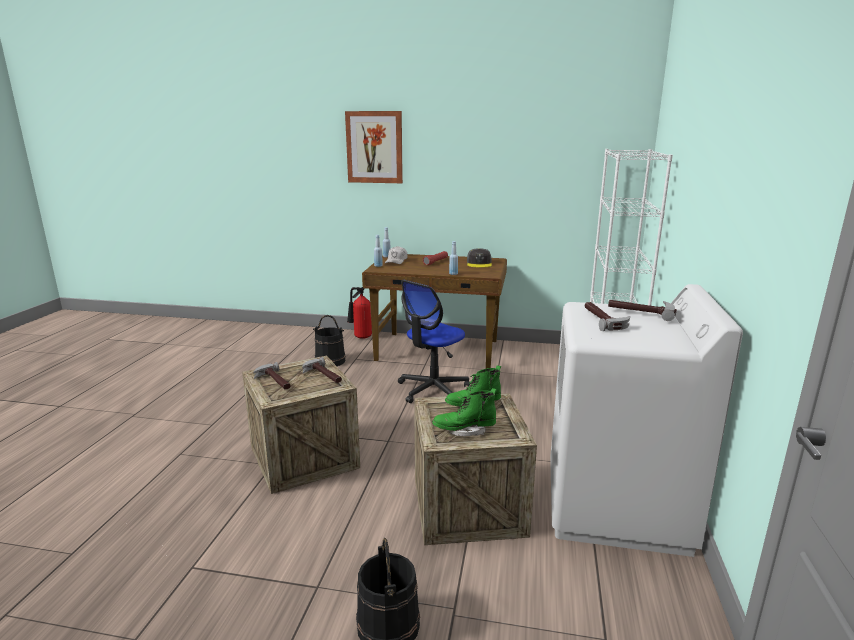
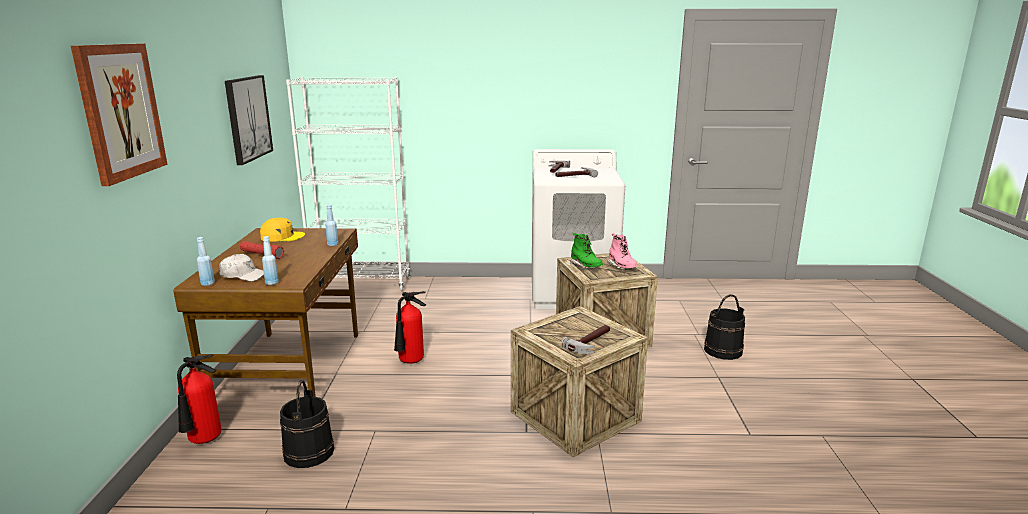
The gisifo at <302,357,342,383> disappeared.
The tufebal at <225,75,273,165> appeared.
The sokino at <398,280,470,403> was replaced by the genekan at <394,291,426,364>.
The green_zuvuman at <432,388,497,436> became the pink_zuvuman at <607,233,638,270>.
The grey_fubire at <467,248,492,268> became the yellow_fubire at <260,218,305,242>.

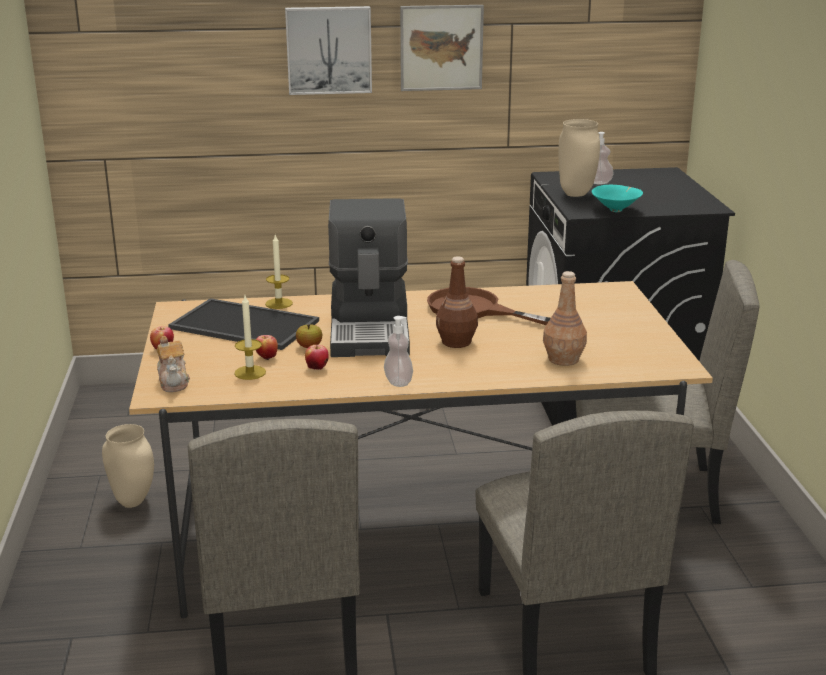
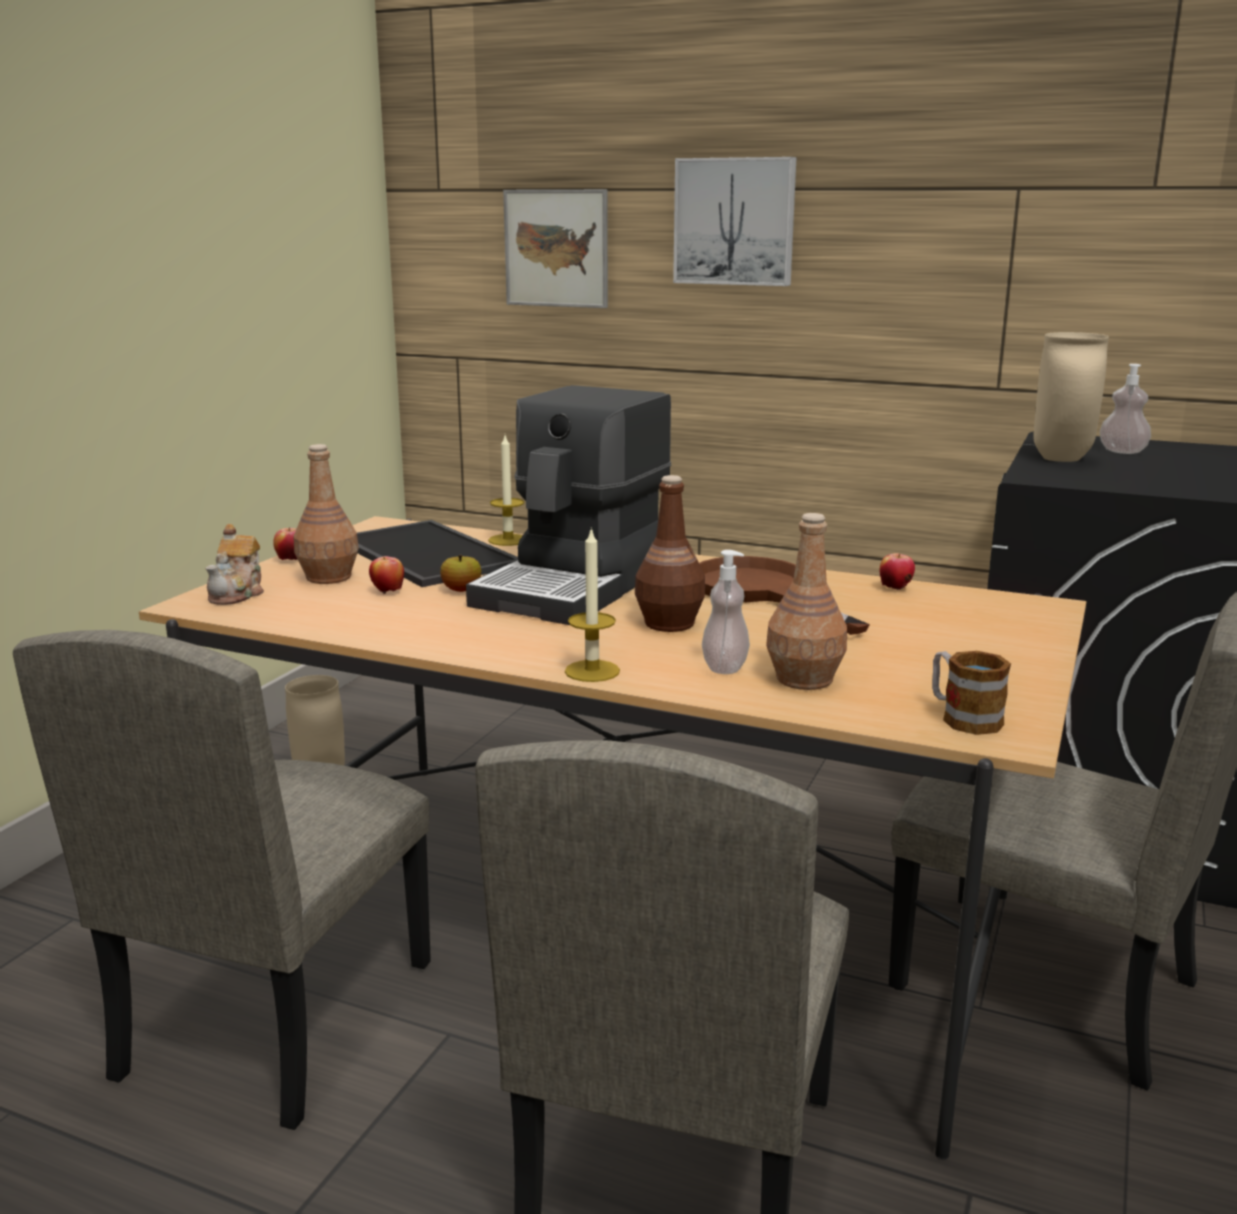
The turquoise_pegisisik at <591,185,643,212> disappeared.
The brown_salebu at <293,444,359,584> appeared.
The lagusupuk at <932,651,1011,735> appeared.
The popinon moved from <234,296,266,380> to <565,528,620,682>.
The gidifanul moved from <305,345,329,370> to <880,553,915,590>.
The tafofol moved from <384,316,413,387> to <702,550,750,674>.
The tufebal moved from <400,5,484,91> to <503,189,608,308>.

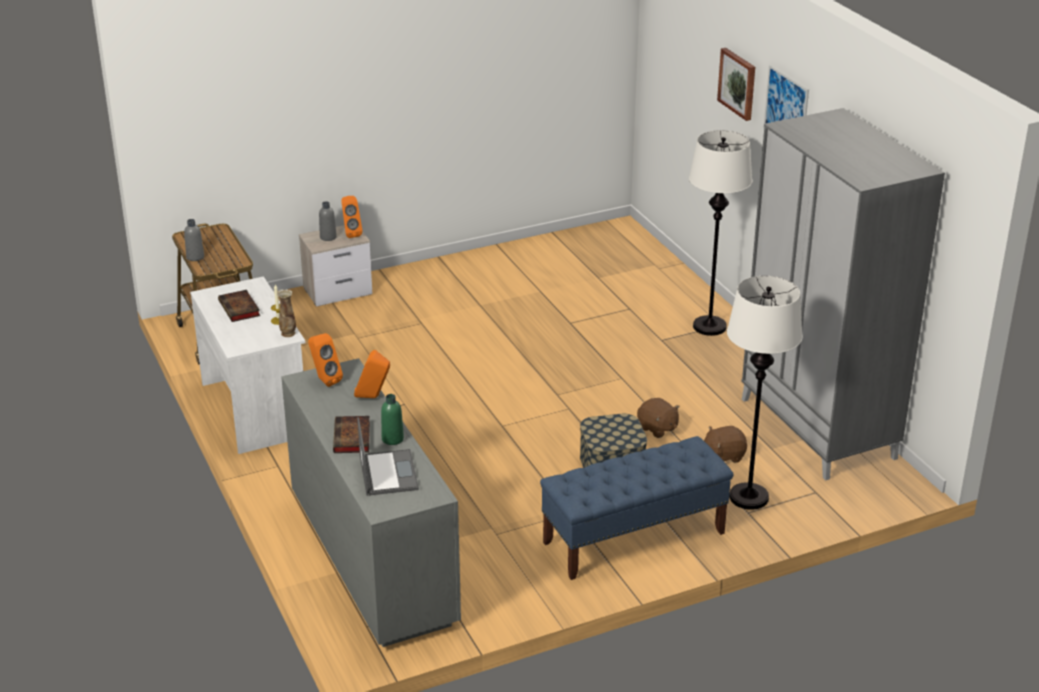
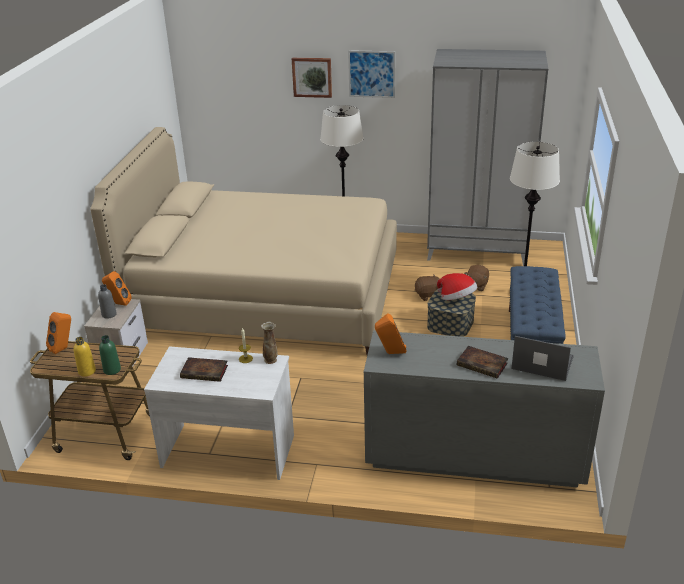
The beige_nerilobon at <90,127,397,355> appeared.
The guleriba at <437,273,477,300> appeared.
The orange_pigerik moved from <354,350,390,398> to <46,312,71,354>.
The green_salebu moved from <381,394,404,445> to <99,335,121,375>.
The grey_salebu at <184,219,204,261> became the yellow_salebu at <74,337,96,377>.

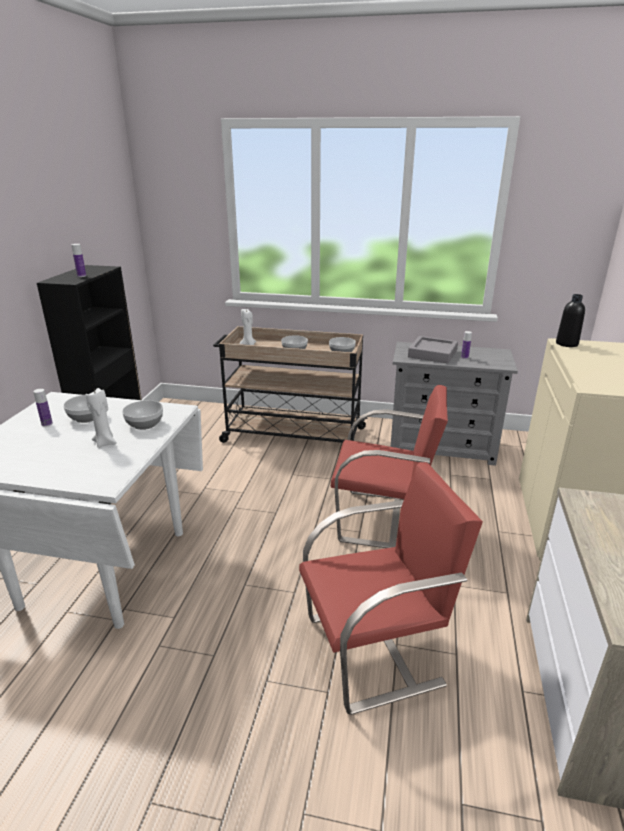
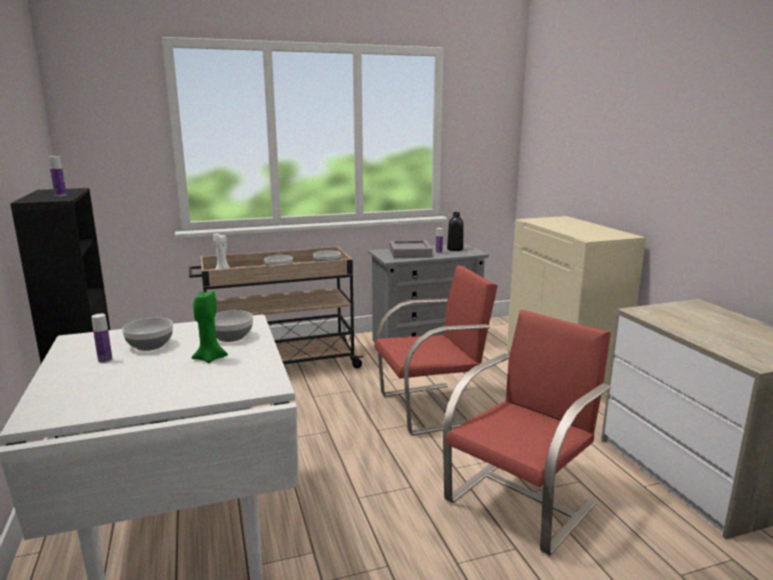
The black_salebu moved from <556,294,585,347> to <447,212,463,251>.
The white_popinon at <86,388,117,448> became the green_popinon at <192,290,228,363>.

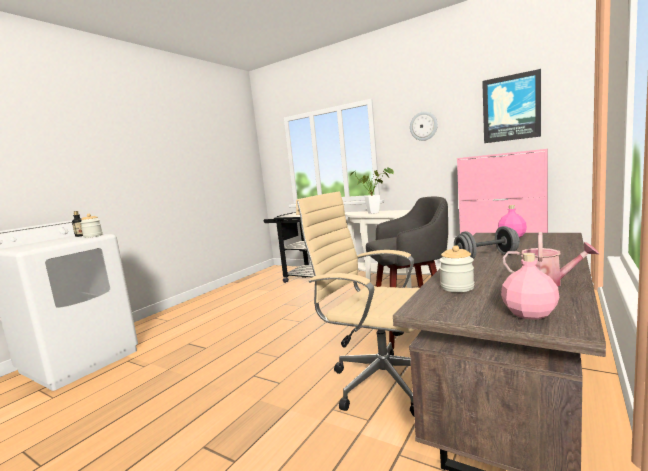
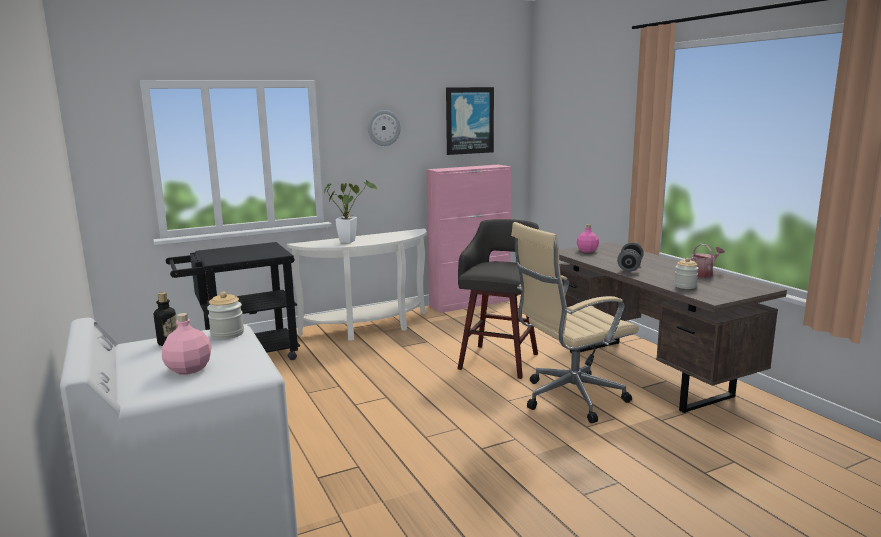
The pink_salebu moved from <501,253,559,320> to <162,313,212,375>.

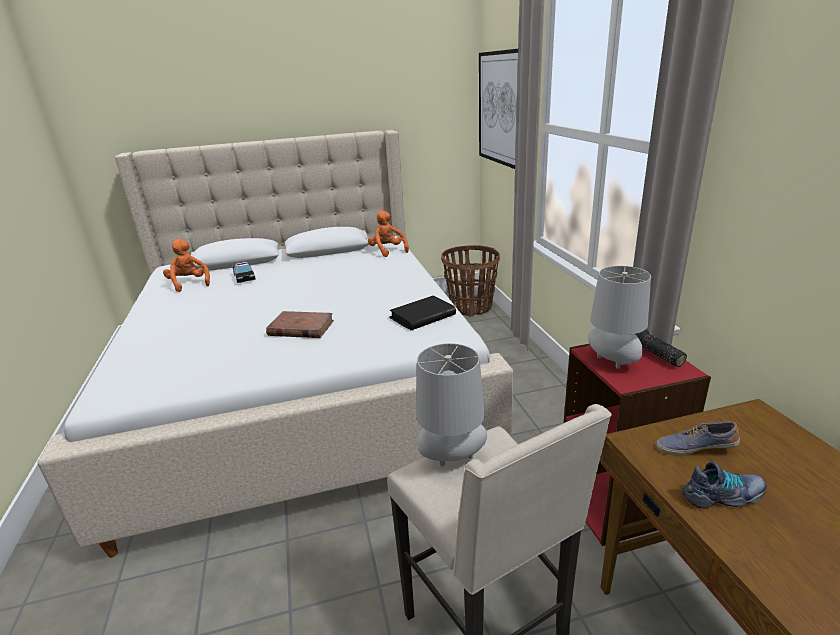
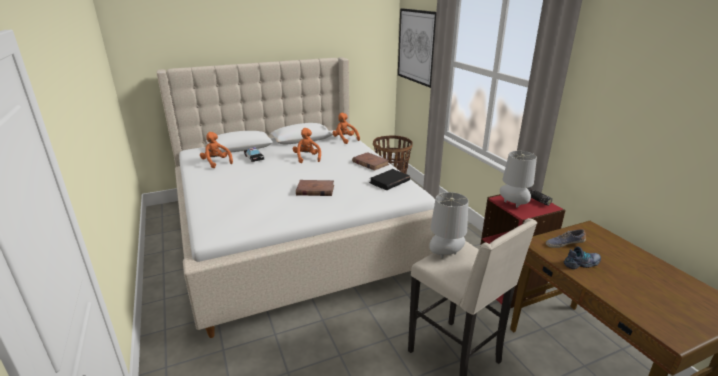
The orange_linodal at <293,128,321,163> appeared.
The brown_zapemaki at <352,152,389,171> appeared.

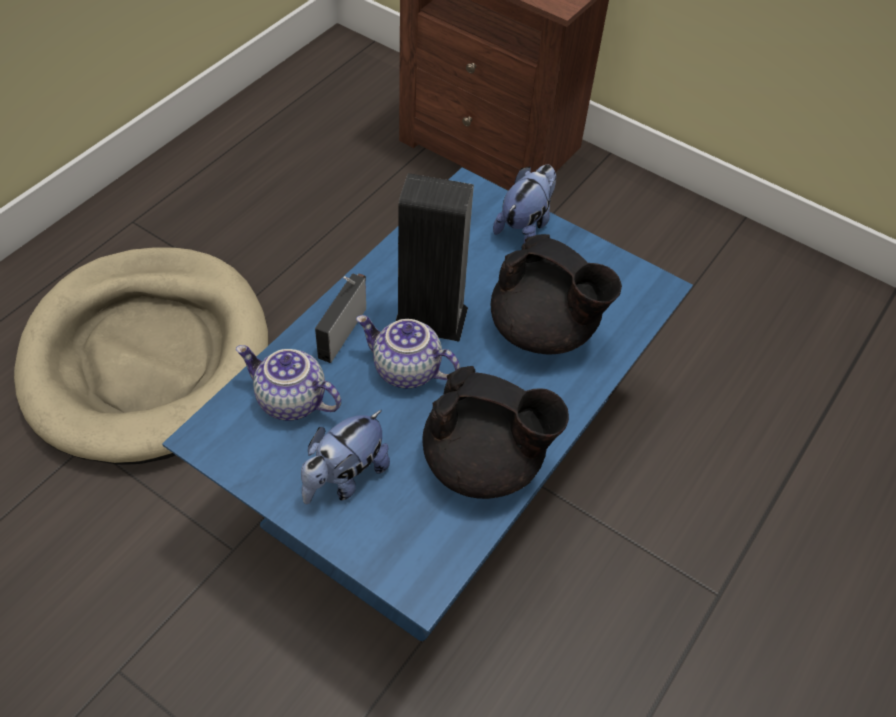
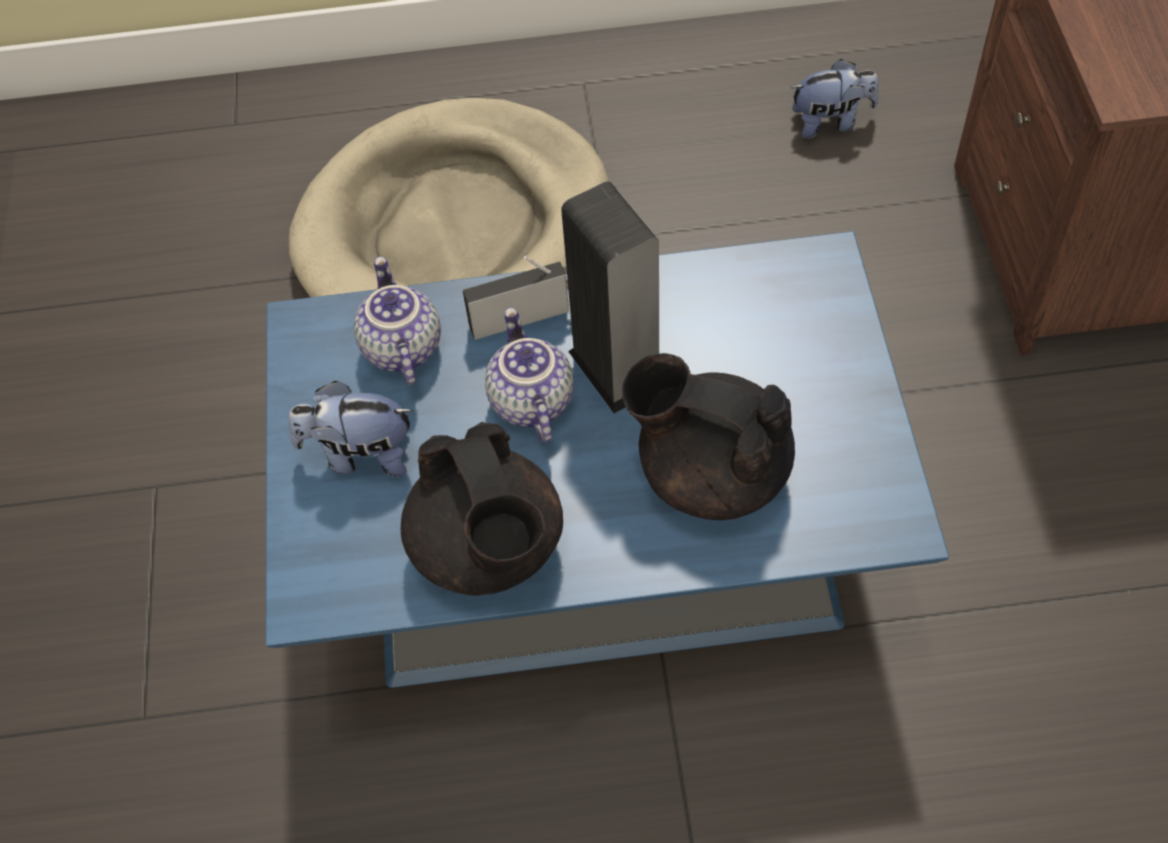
The linodal moved from <493,164,556,244> to <791,59,879,139>.
The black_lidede at <491,234,622,355> turned 120 degrees clockwise.

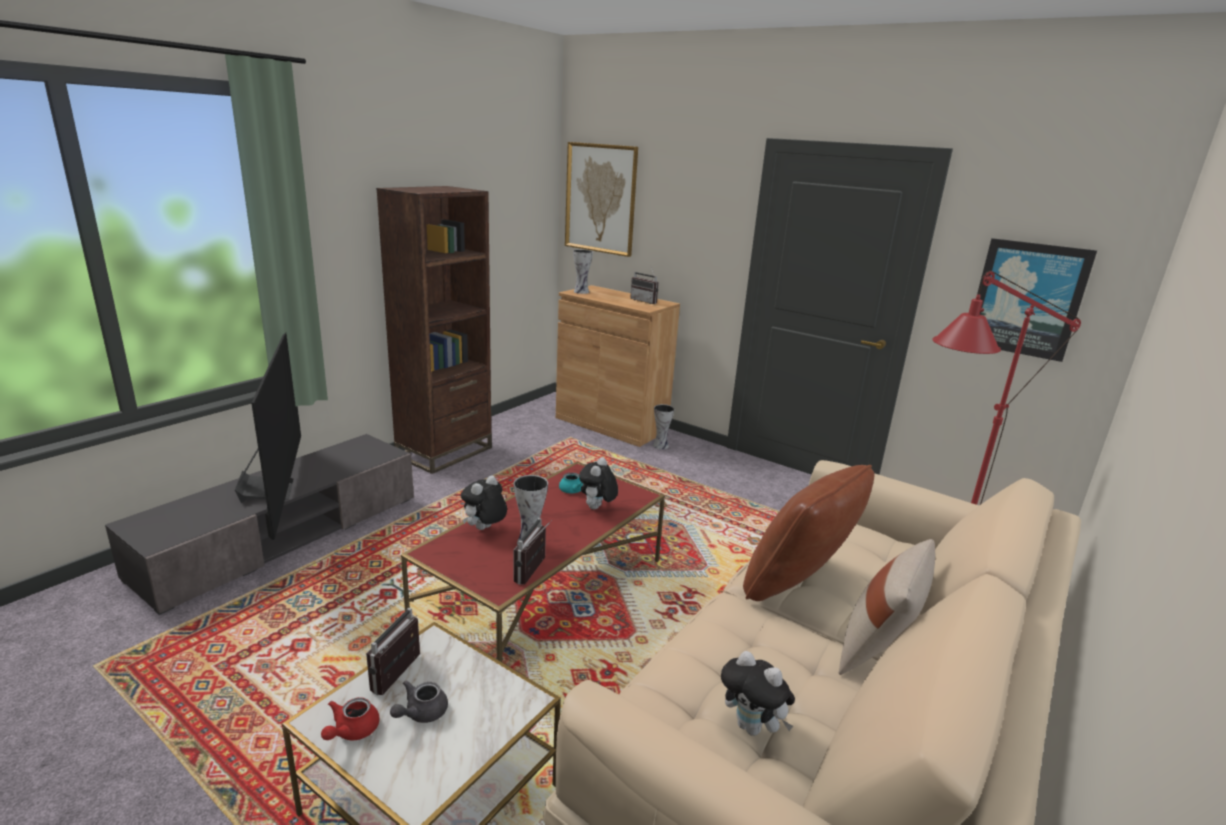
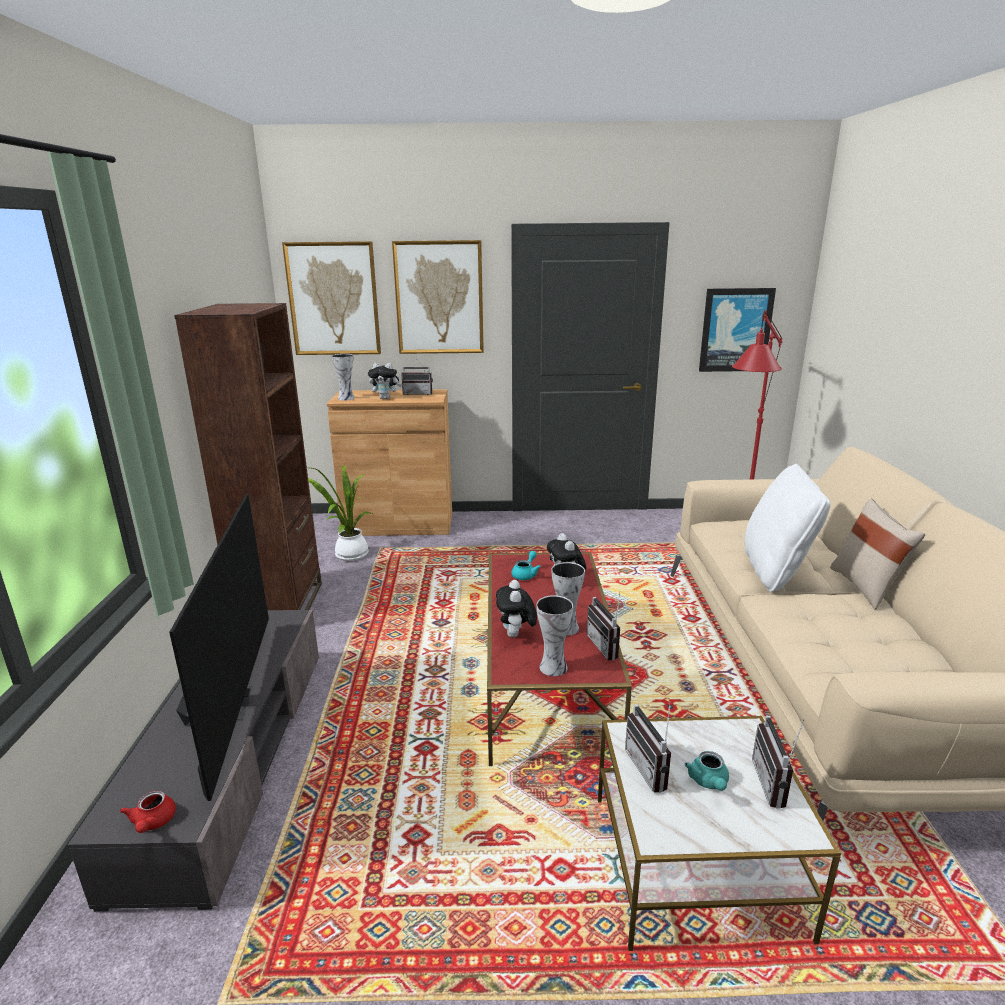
The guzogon at <308,464,373,561> appeared.
The tufebal at <392,240,484,354> appeared.
The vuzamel at <752,716,805,809> appeared.
The red_lidede moved from <321,697,379,740> to <120,791,176,833>.
The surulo moved from <653,404,674,449> to <536,595,573,676>.
The linodal moved from <721,651,795,736> to <368,363,402,399>.
The grey_lidede at <390,681,448,723> became the turquoise_lidede at <684,751,729,791>.
The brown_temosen at <743,465,874,601> became the white_temosen at <744,464,831,592>.
The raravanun at <235,333,301,540> turned 45 degrees clockwise.

